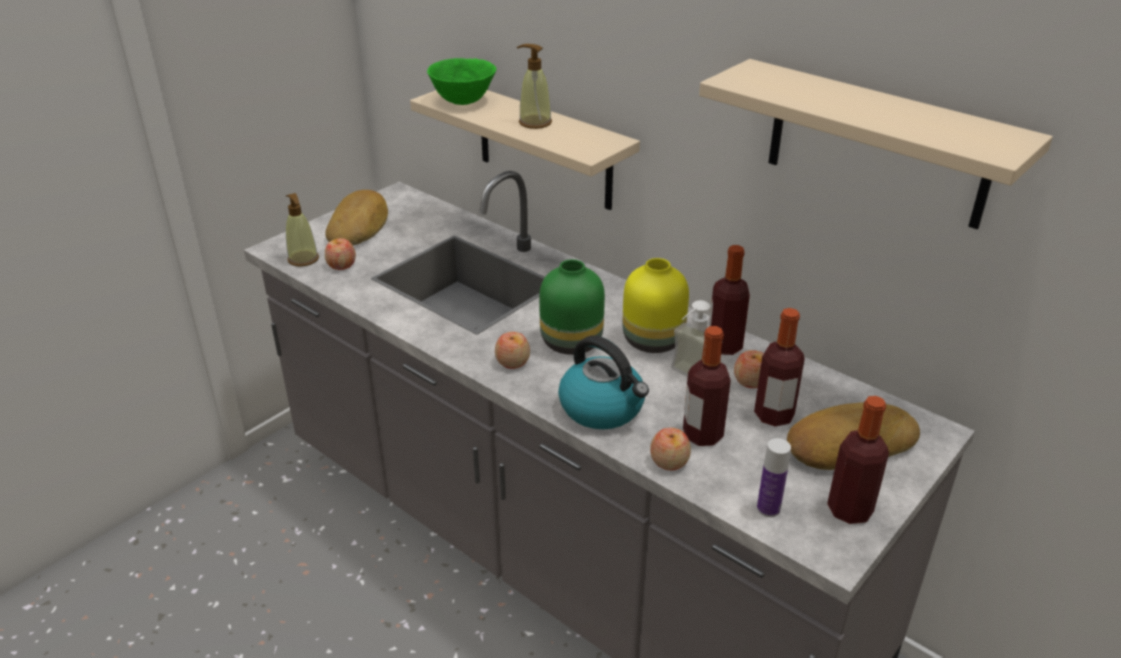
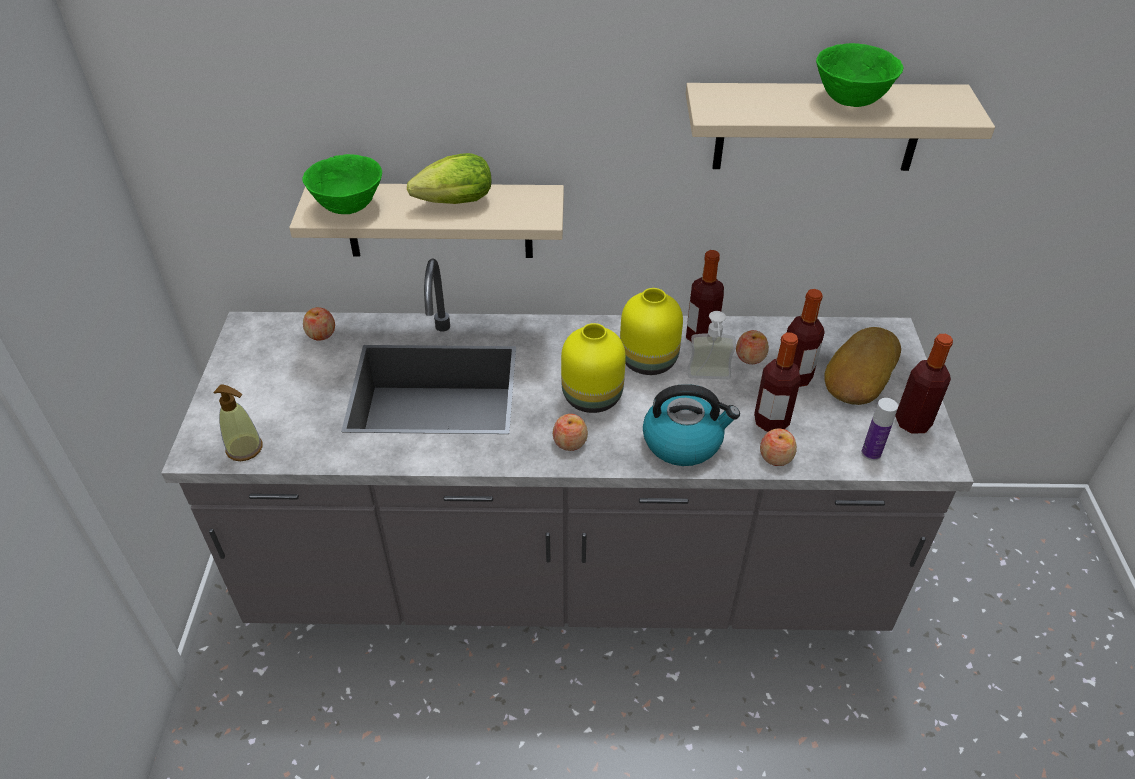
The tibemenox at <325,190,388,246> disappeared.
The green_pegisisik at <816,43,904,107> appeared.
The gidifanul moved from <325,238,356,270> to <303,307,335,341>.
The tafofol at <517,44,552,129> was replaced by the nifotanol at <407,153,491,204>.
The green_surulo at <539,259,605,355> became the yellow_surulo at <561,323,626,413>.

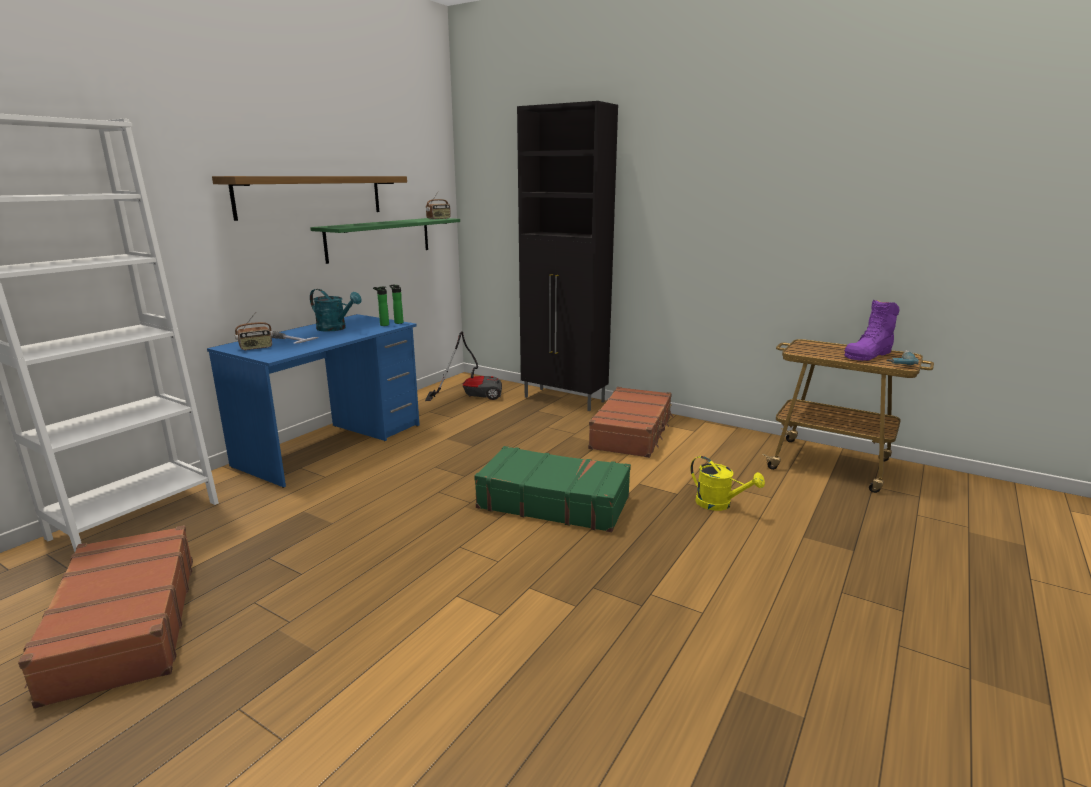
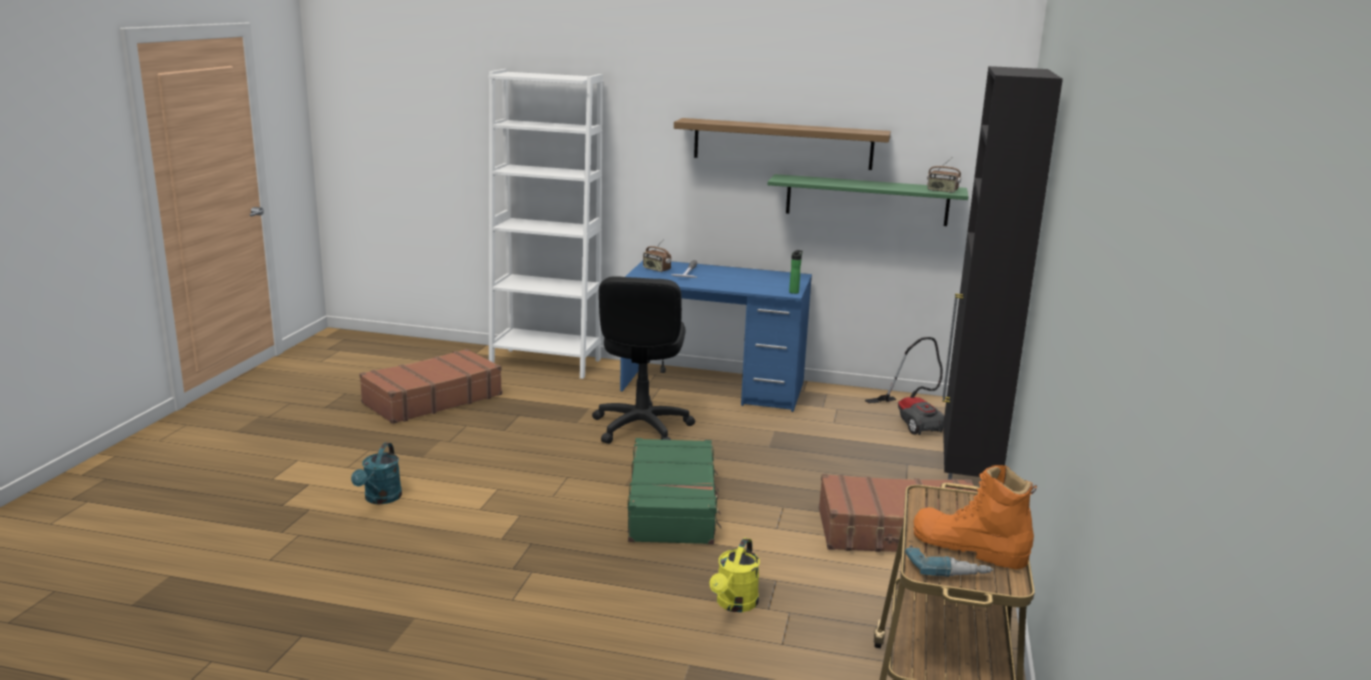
The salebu at <373,286,389,326> disappeared.
The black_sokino at <592,276,695,444> appeared.
The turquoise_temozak moved from <310,289,362,331> to <351,443,402,504>.
The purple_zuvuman at <845,299,900,361> became the orange_zuvuman at <913,465,1037,569>.

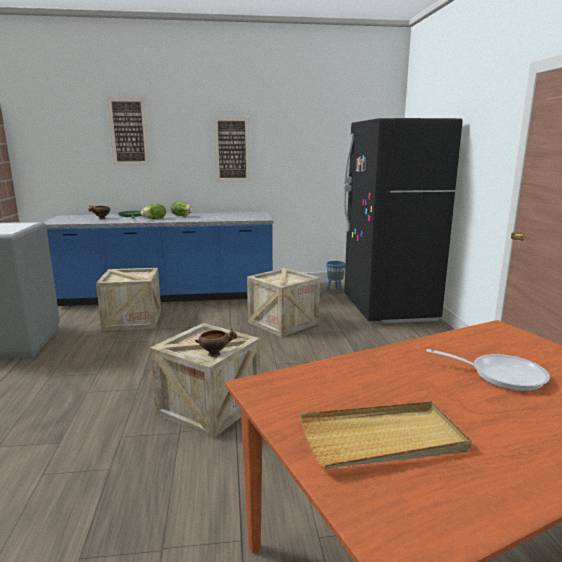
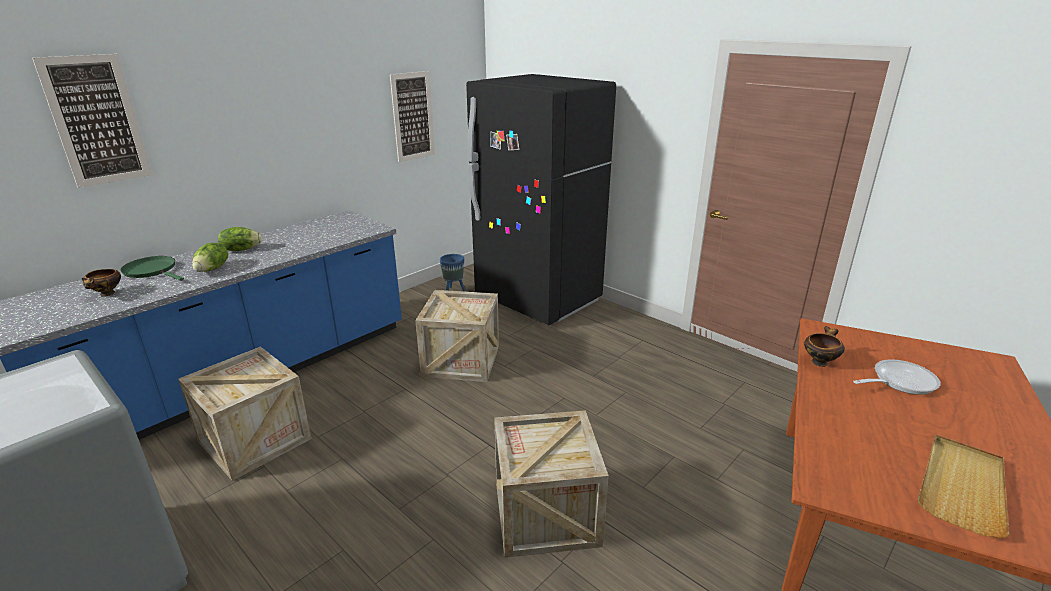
The pegisisik moved from <195,328,237,357> to <804,326,845,367>.
The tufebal moved from <213,117,250,182> to <390,71,435,162>.

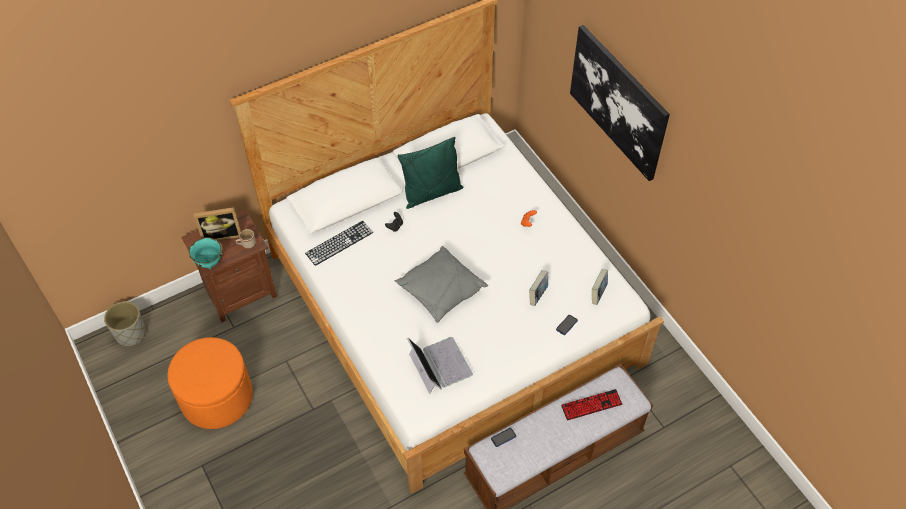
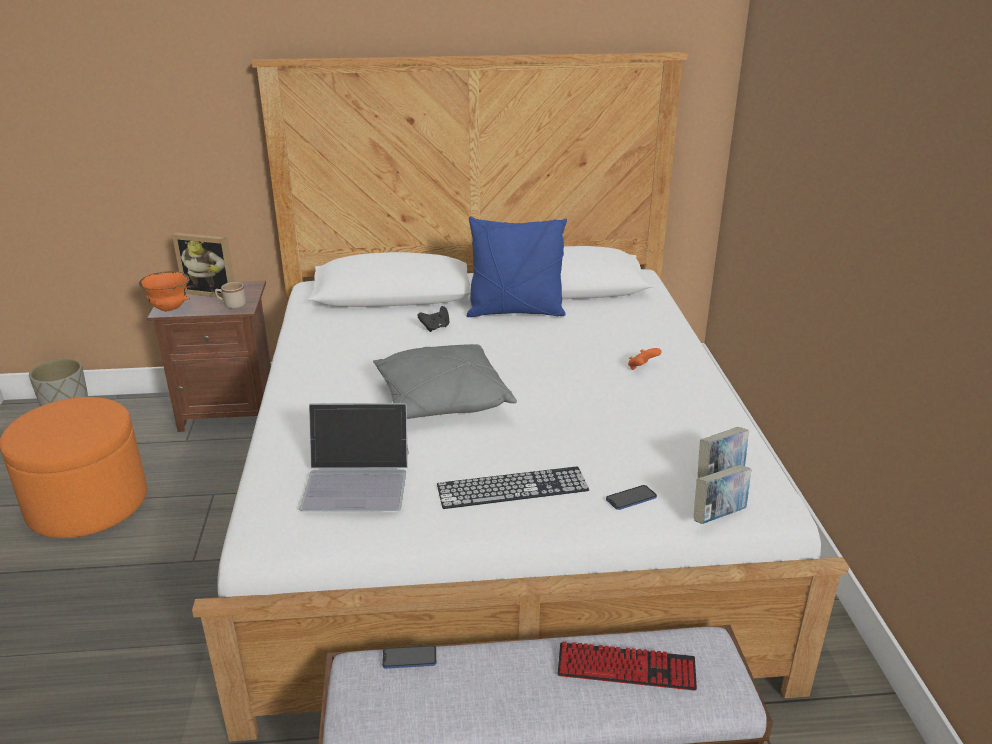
The tufebal at <570,25,670,181> disappeared.
The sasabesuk moved from <305,221,373,266> to <437,466,589,509>.
The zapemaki moved from <529,270,548,306> to <694,465,751,524>.
The turquoise_pegisisik at <189,237,223,269> became the orange_pegisisik at <139,271,190,312>.
The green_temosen at <397,137,464,209> became the blue_temosen at <467,217,567,317>.
The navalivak at <407,337,473,394> turned 90 degrees clockwise.

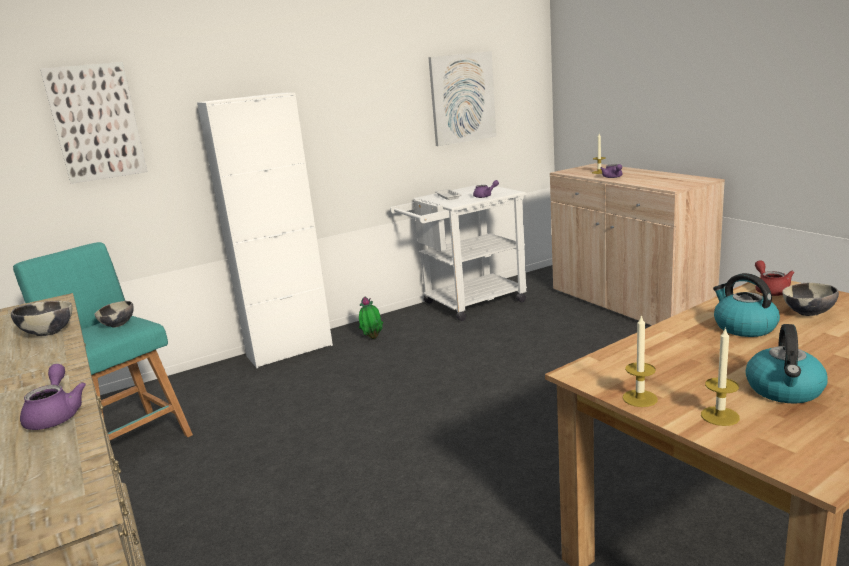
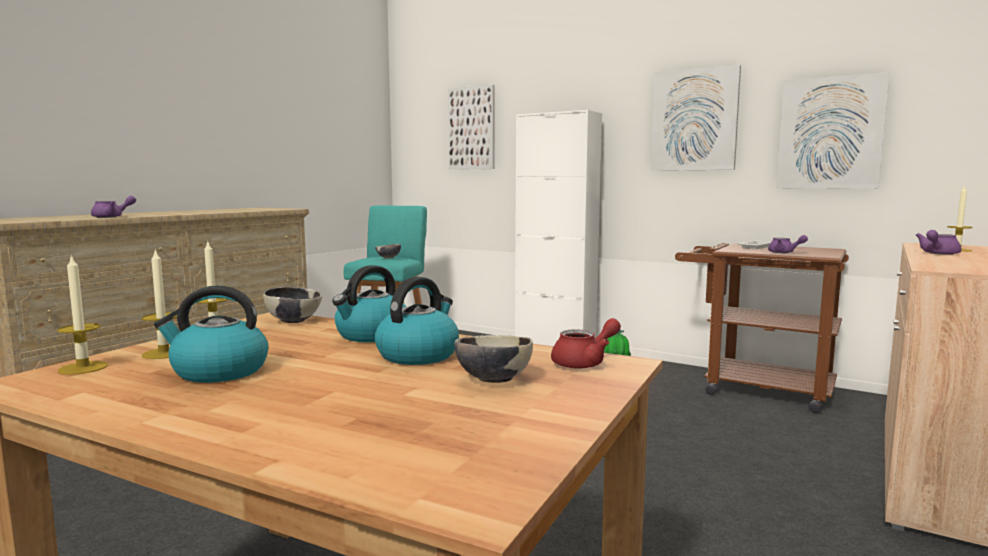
The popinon at <57,254,108,375> appeared.
The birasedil at <332,265,406,342> appeared.
The tufebal at <651,65,741,171> appeared.
The pegisisik moved from <11,301,72,336> to <263,287,322,323>.
The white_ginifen at <390,184,527,321> became the brown_ginifen at <675,243,849,413>.

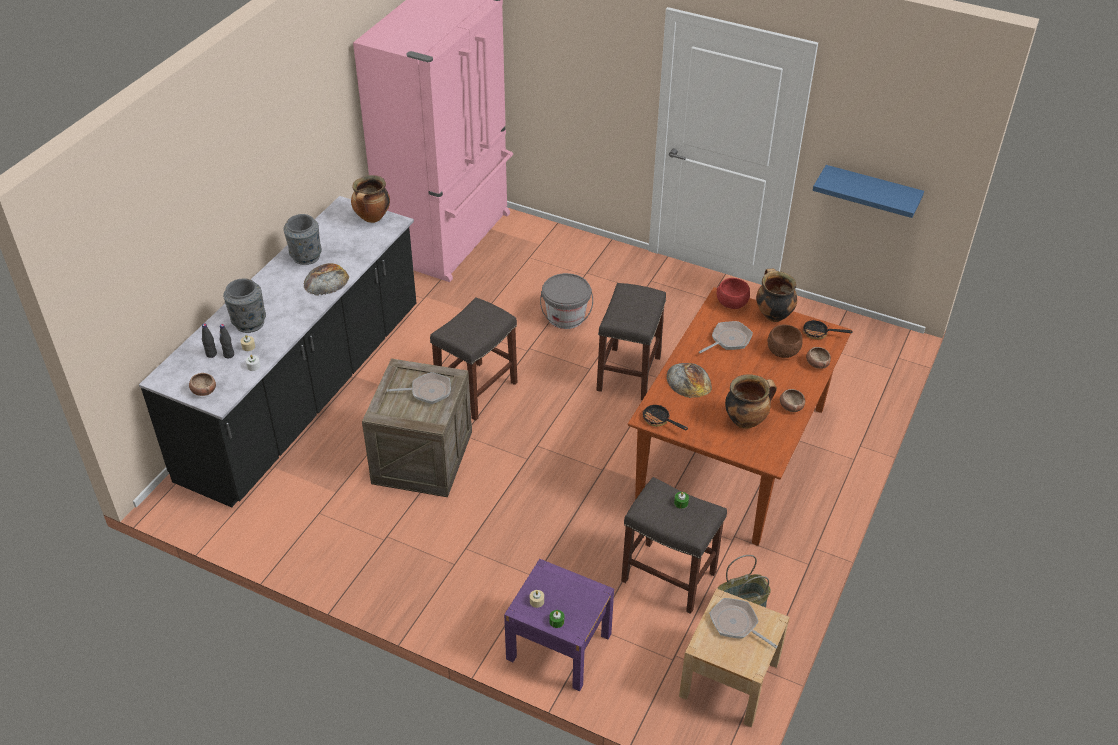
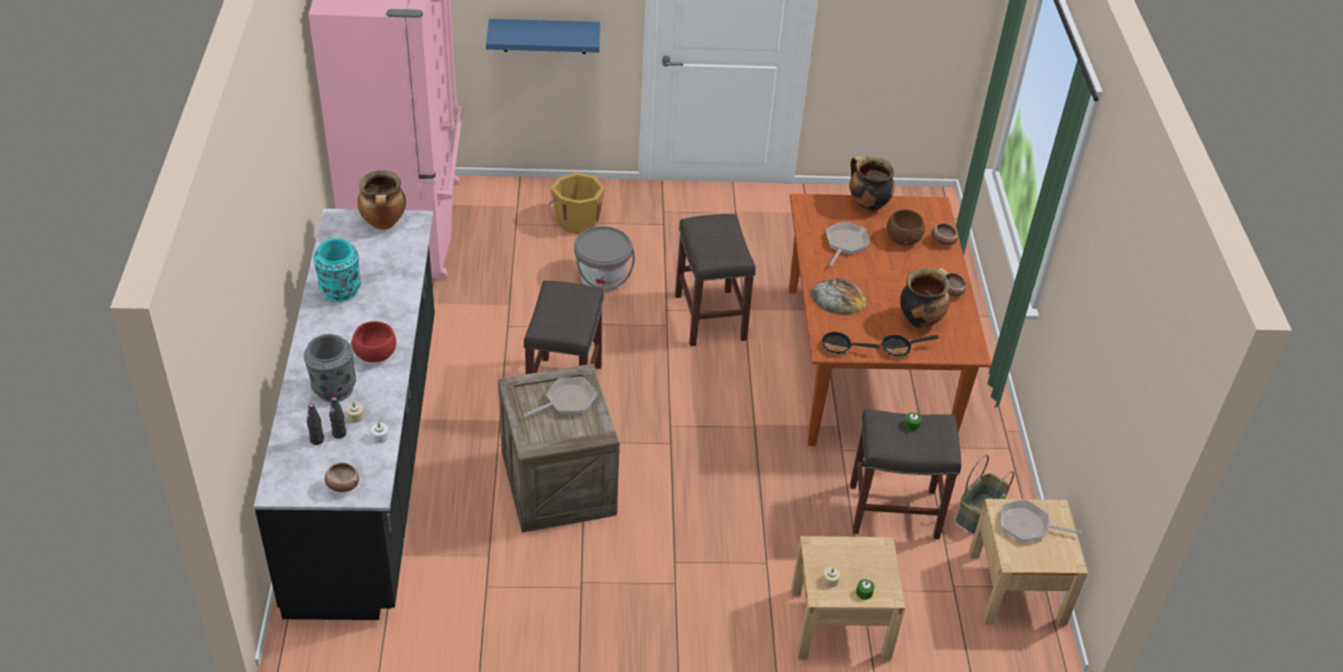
The tibemenox at <304,263,349,296> disappeared.
The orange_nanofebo at <548,172,605,235> appeared.
The red_pegisisik moved from <717,278,750,309> to <351,321,396,362>.
The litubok moved from <803,320,853,339> to <881,335,939,358>.
The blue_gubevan moved from <813,165,924,218> to <486,19,600,54>.
The grey_surulo at <283,214,322,265> became the turquoise_surulo at <313,238,361,302>.
The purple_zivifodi at <504,559,614,691> became the beige_zivifodi at <791,536,905,660>.

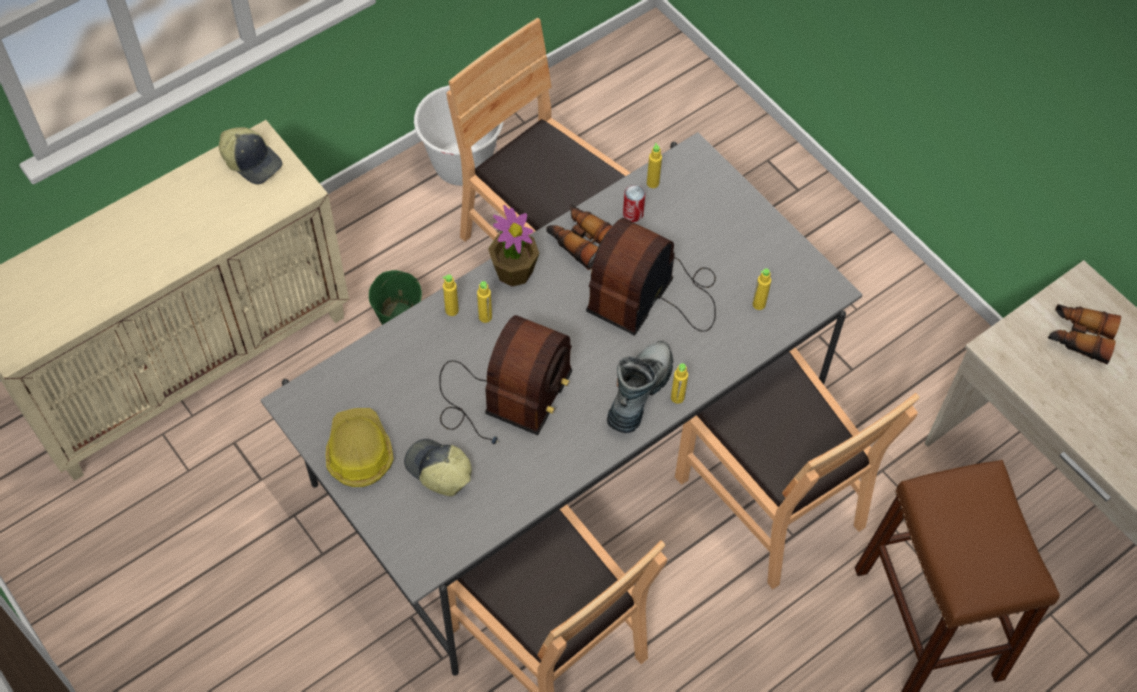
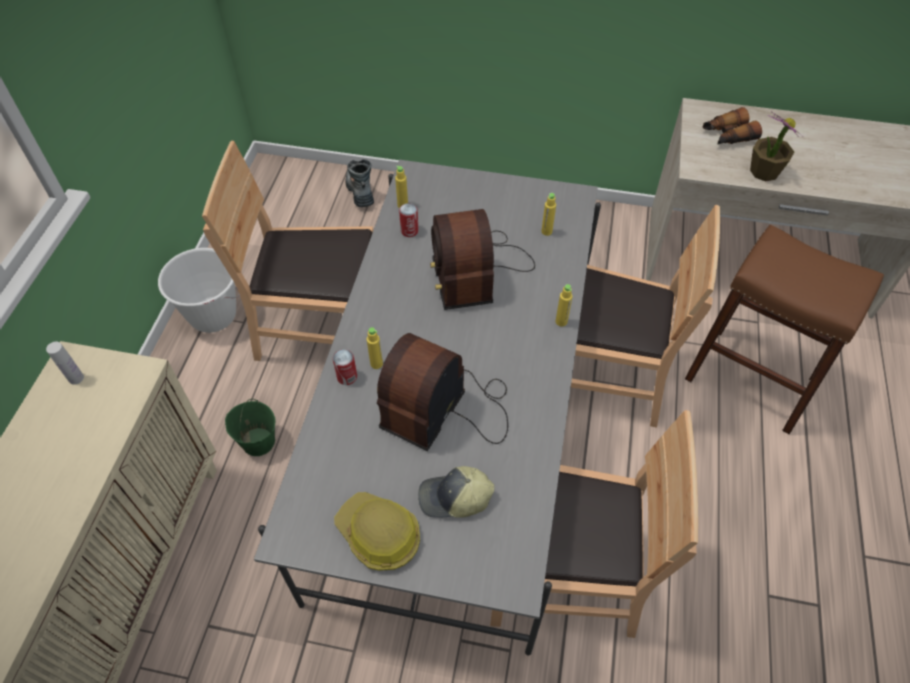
The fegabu at <547,204,612,270> disappeared.
The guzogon moved from <488,205,539,287> to <750,112,803,181>.
The zuvuman moved from <607,341,673,433> to <345,159,374,207>.
The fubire at <219,127,282,184> was replaced by the white_salebu at <46,341,84,385>.
The yellow_salebu at <443,274,459,316> was replaced by the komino at <333,349,357,385>.
The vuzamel at <439,315,572,444> turned 135 degrees counterclockwise.

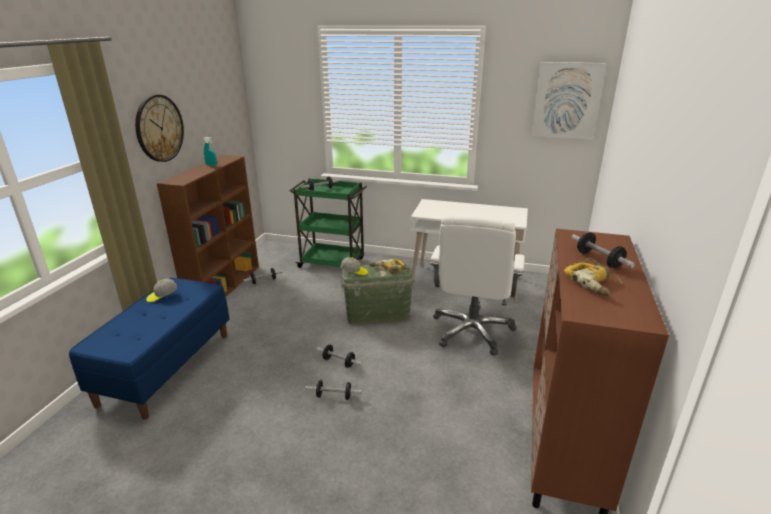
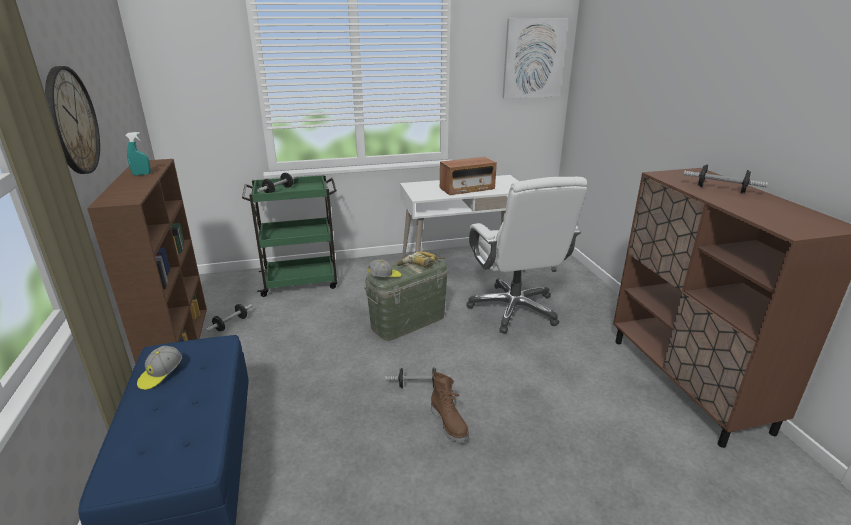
The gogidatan at <564,258,622,297> disappeared.
The vuzamel at <440,157,497,195> appeared.
The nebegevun at <306,380,362,400> was replaced by the brown_zuvuman at <431,372,469,443>.

